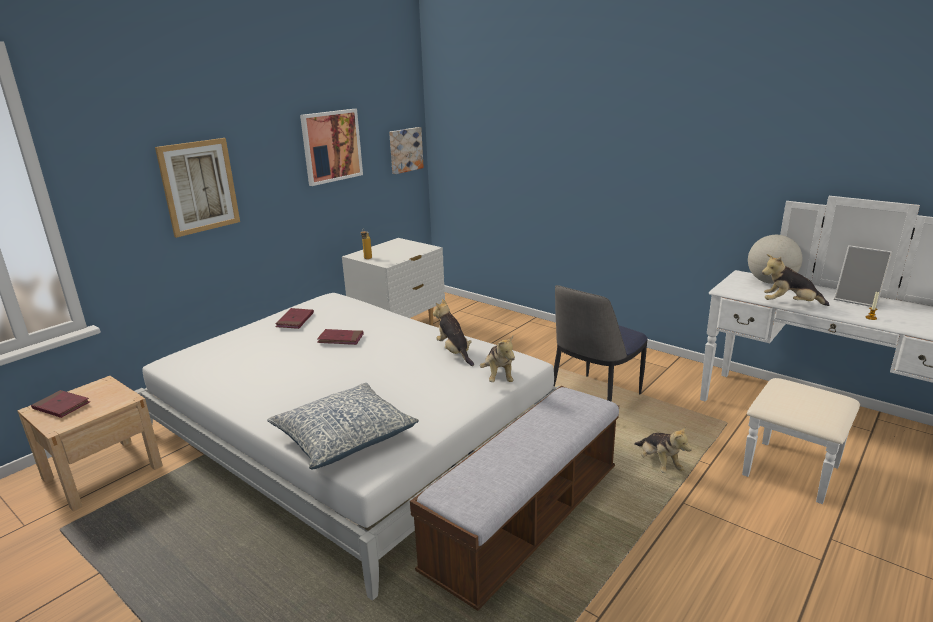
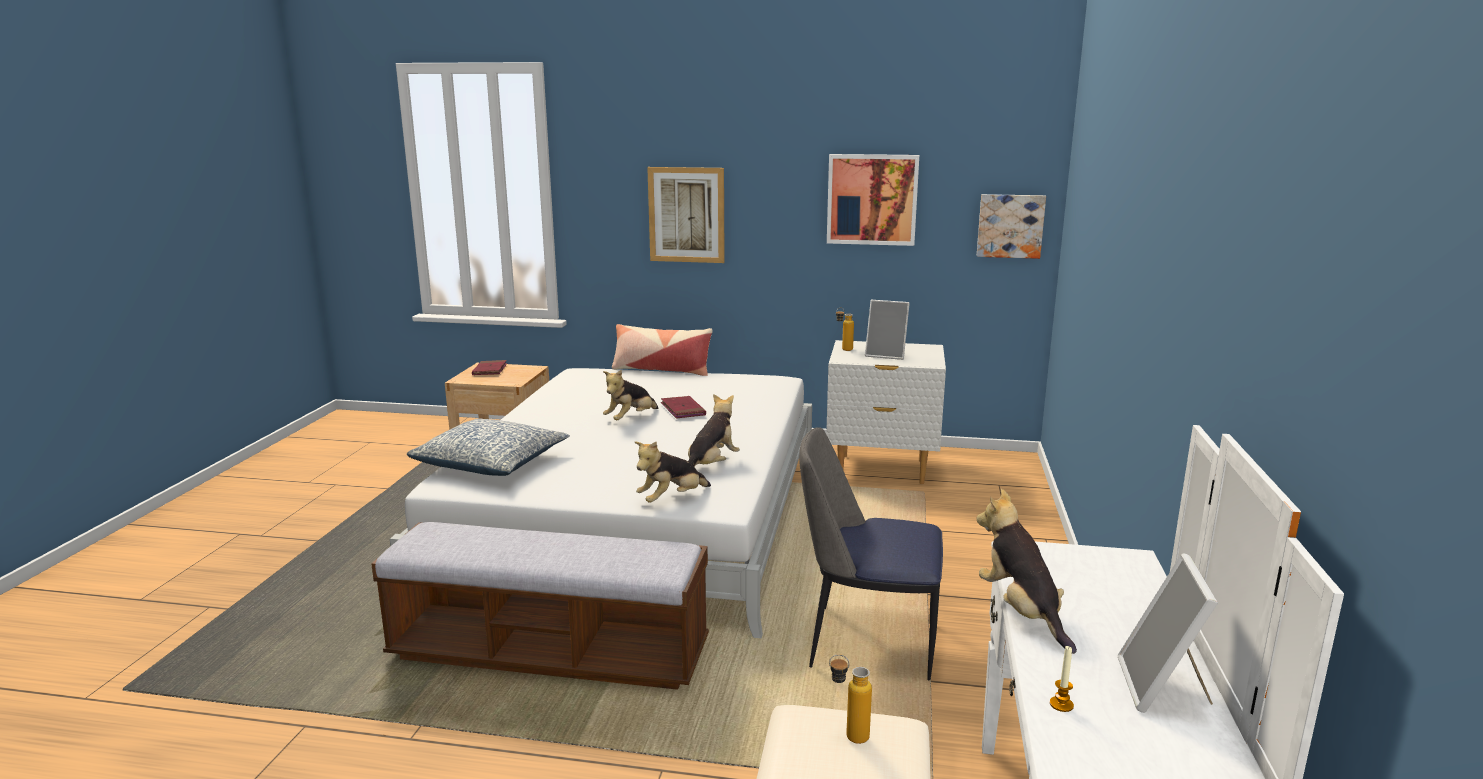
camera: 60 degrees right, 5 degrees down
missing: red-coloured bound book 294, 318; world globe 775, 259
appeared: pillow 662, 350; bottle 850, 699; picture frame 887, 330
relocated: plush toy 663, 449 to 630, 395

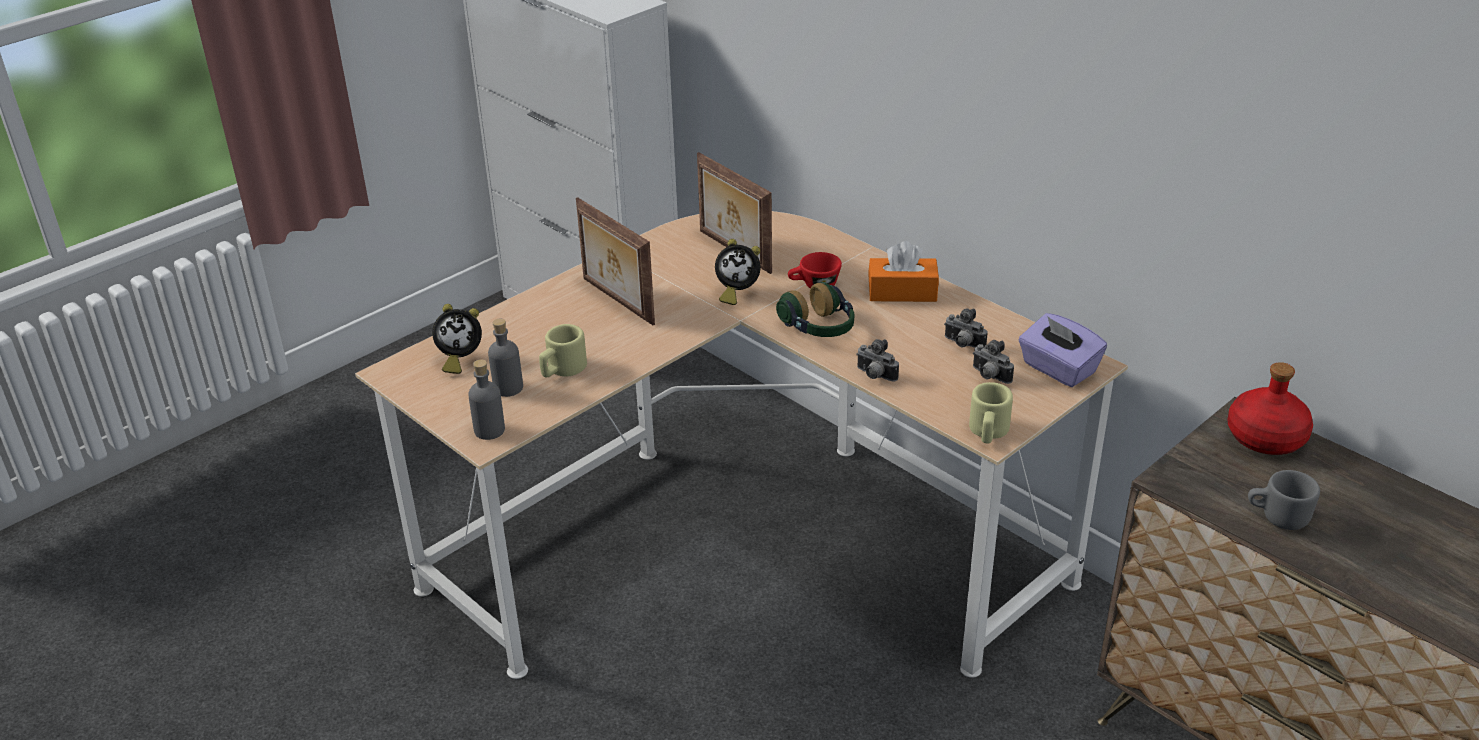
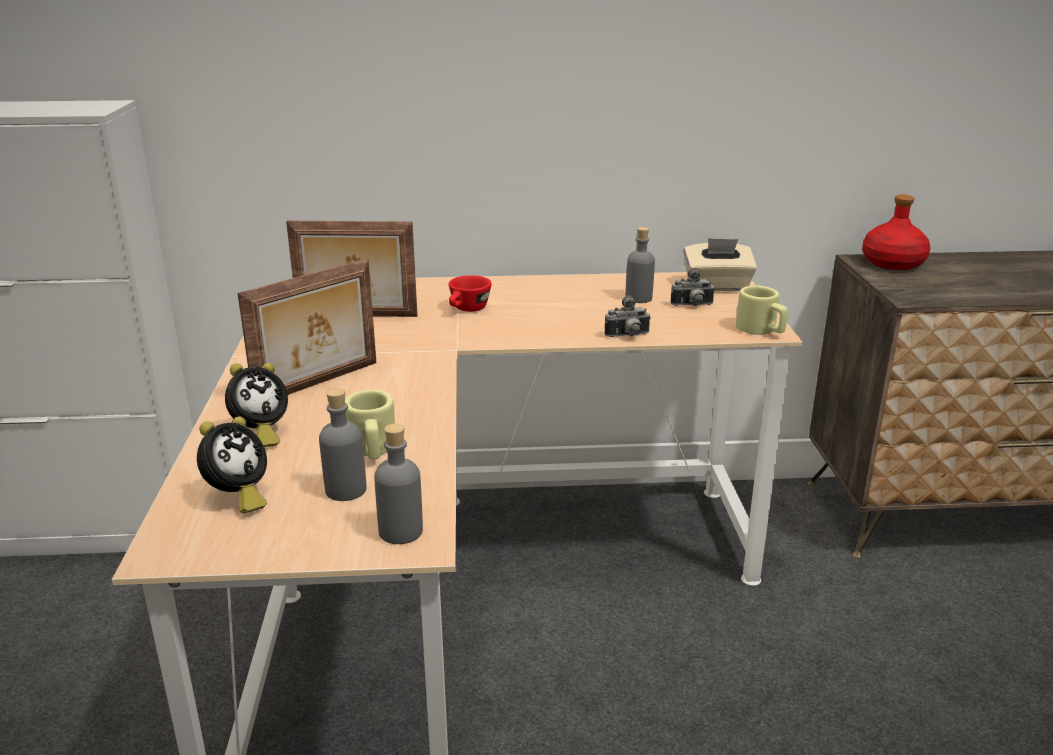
camera: 50 degrees left, 10 degrees down
missing: headset 815, 309; orange-coloured tissue box 903, 271; grey coffee mug 1284, 500
relocated: alarm clock 738, 272 to 256, 405
exchanged: photo camera 966, 328 to grey bottle 640, 265
colour: purple tissue box 1063, 350 to beige-coloured tissue box 720, 264
spun: picture frame 615, 261 = 307, 326 45 degrees counterclockwise

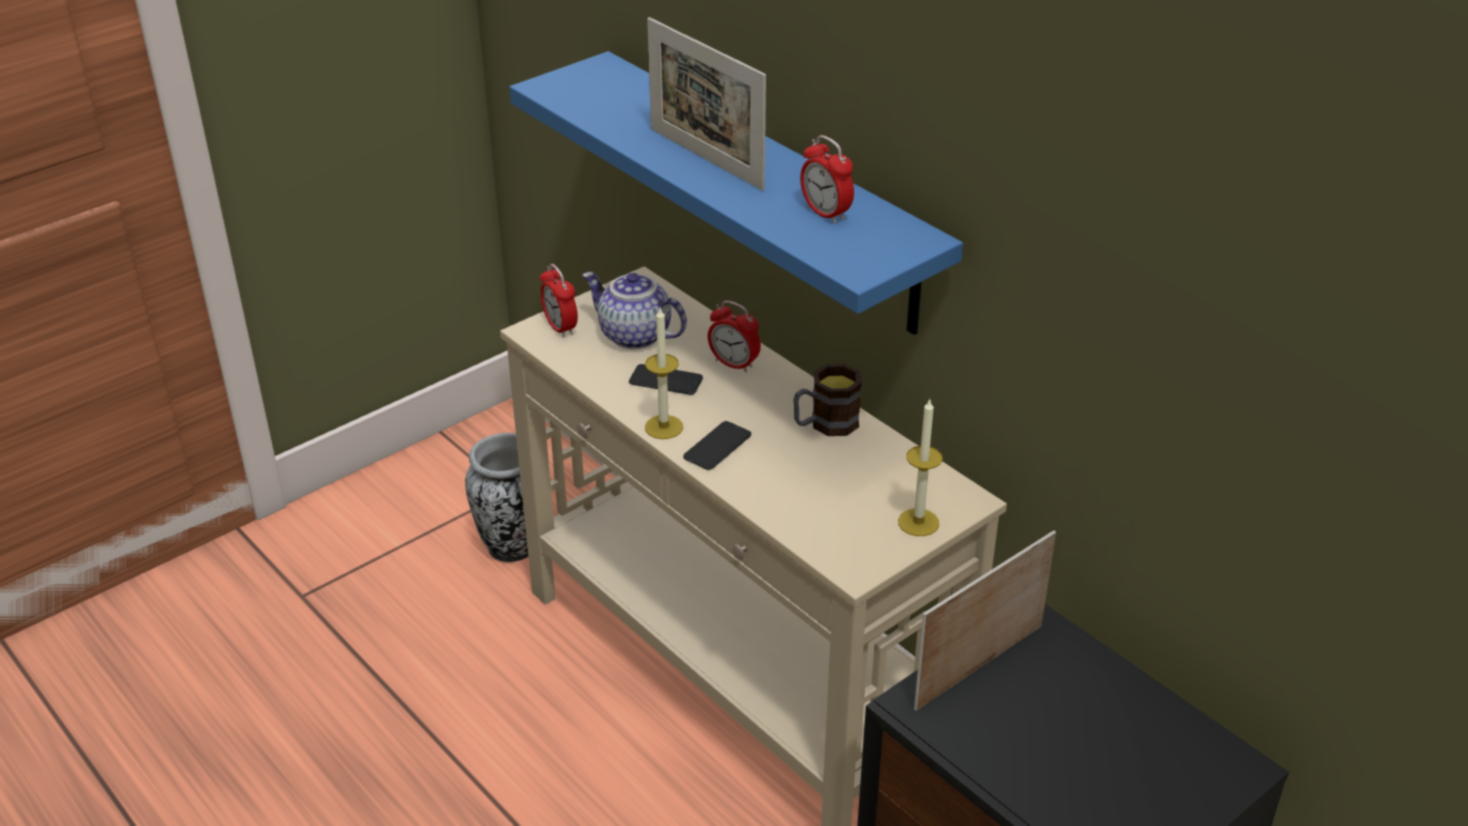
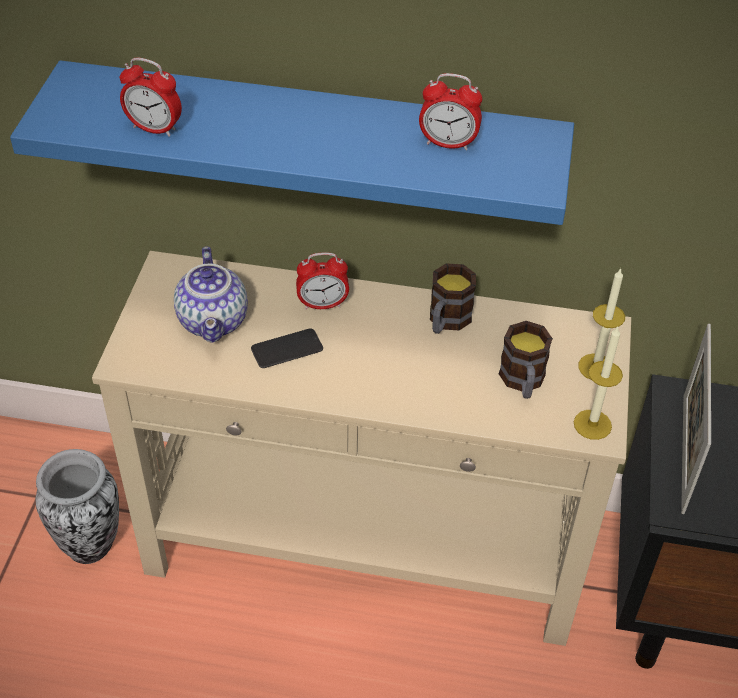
camera: 40 degrees left, 10 degrees up
missing: picture frame 706, 104; phone 717, 445
appeared: coffee mug 526, 360
relocated: alarm clock 559, 301 to 151, 97; wax candle 664, 373 to 598, 383
spun: teapot 634, 310 = 211, 295 90 degrees counterclockwise

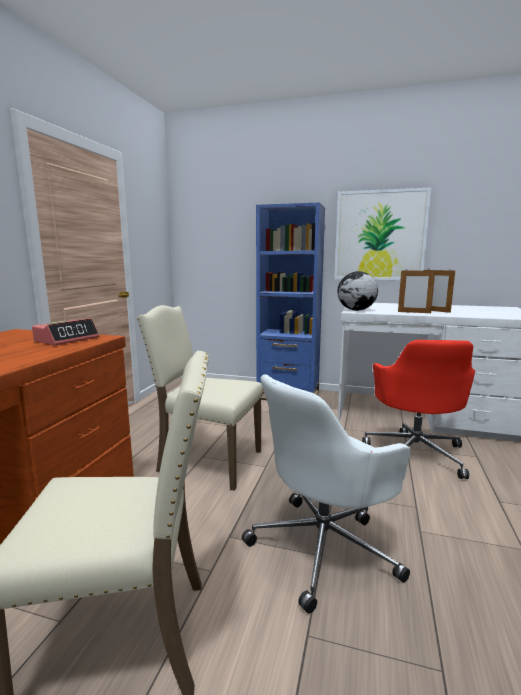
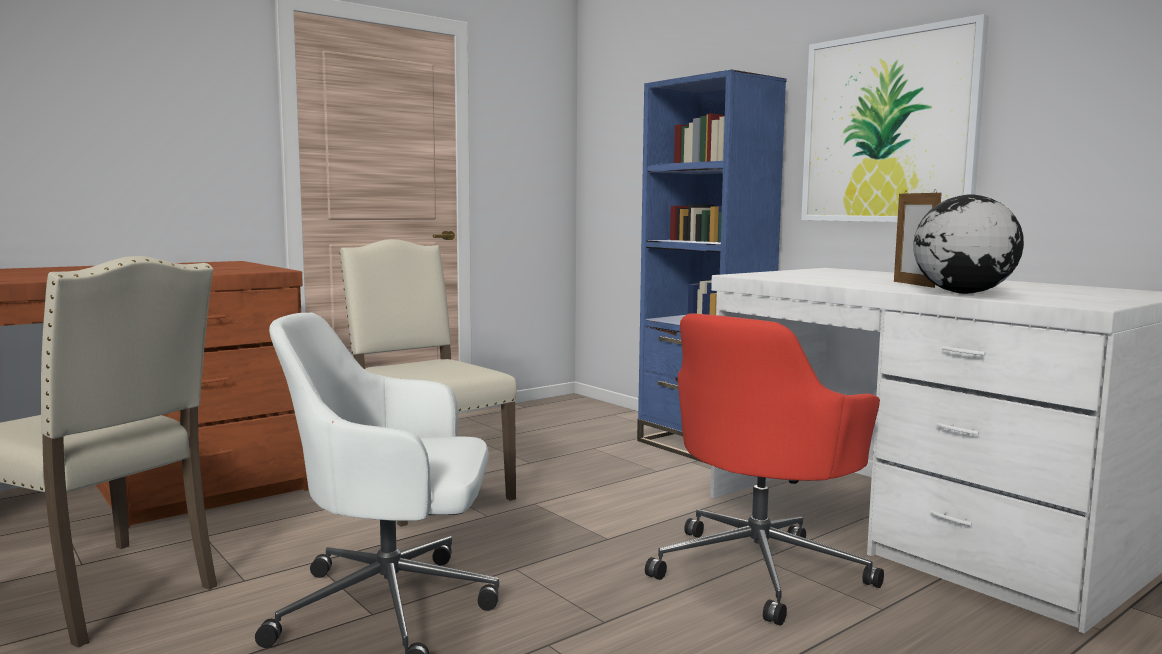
camera: 35 degrees right, 5 degrees down
missing: alarm clock 65, 332; picture frame 416, 291
relocated: world globe 357, 291 to 968, 244

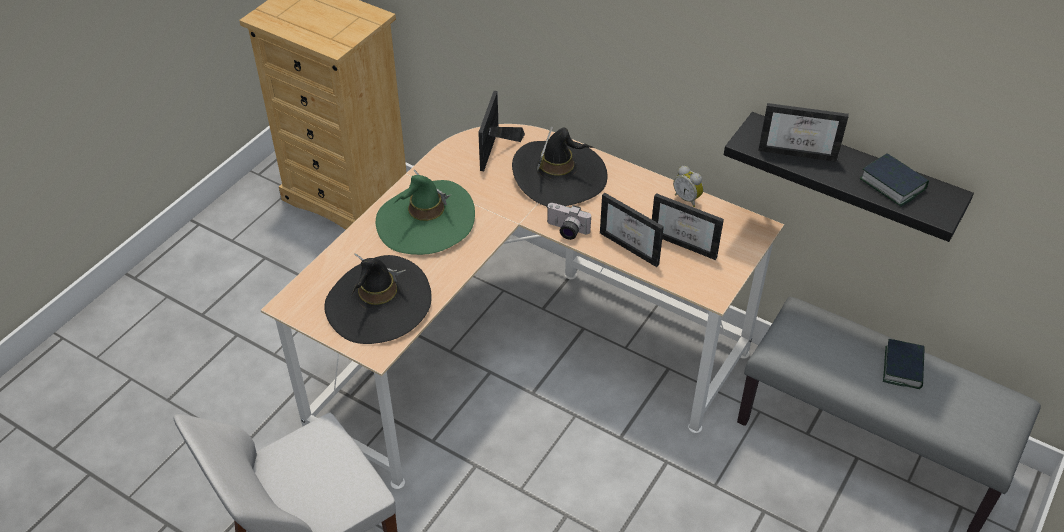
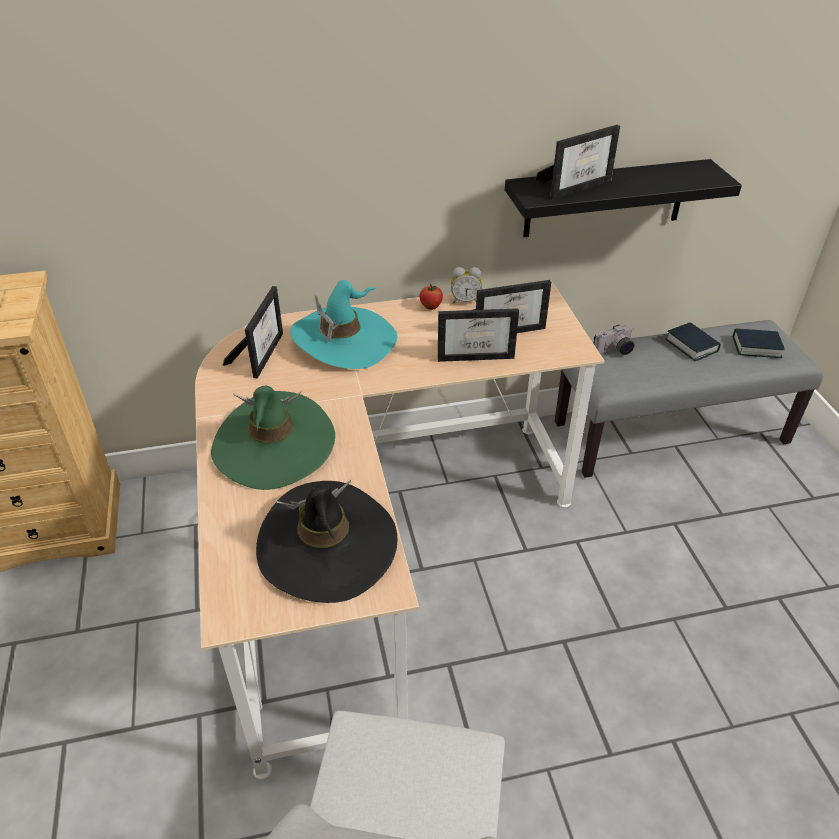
camera: 45 degrees left, 5 degrees down
appeared: whole apple 431, 297
relocated: photo camera 568, 221 to 613, 340; bound book 894, 180 to 759, 343
colour: black hat 559, 166 to turquoise hat 343, 324
spun: picture frame 501, 131 = 253, 332 135 degrees counterclockwise

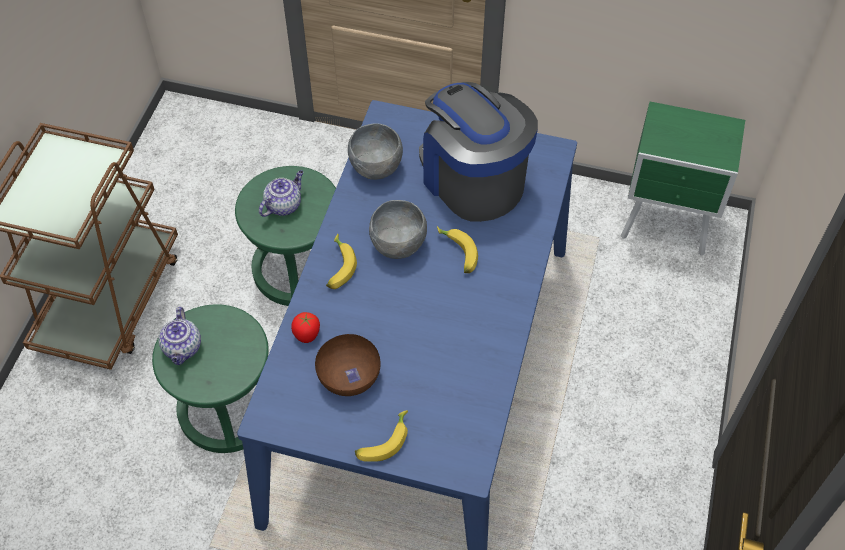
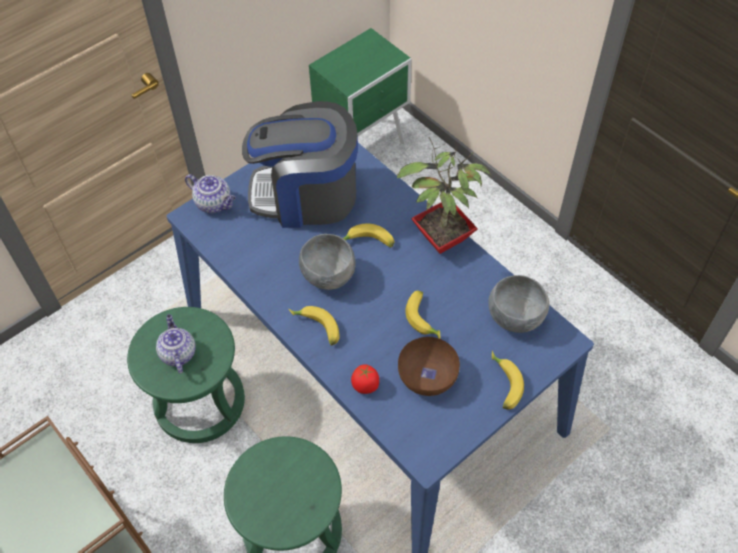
camera: 55 degrees left, 0 degrees up
appeared: potted plant 444, 195; banana 423, 315
relocated: teapot 179, 336 to 210, 193; grey bowl 375, 151 to 518, 304

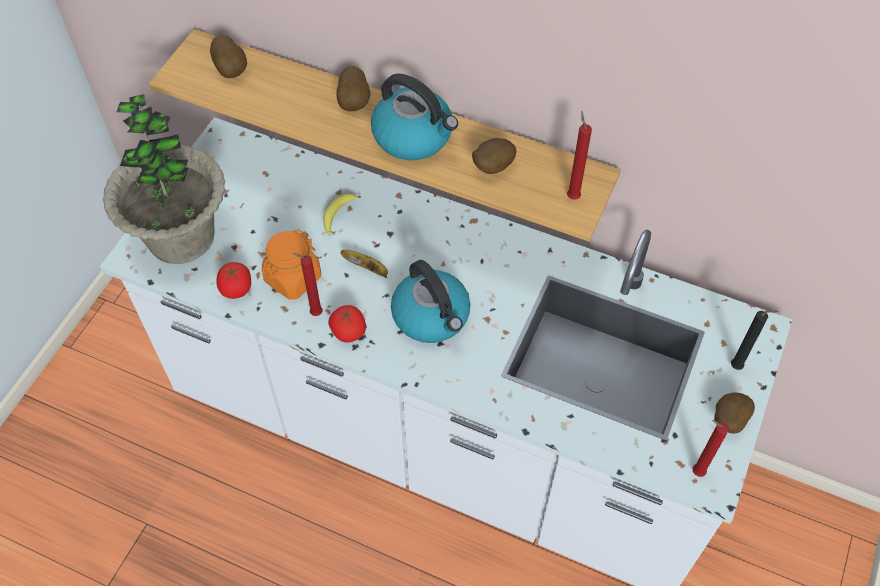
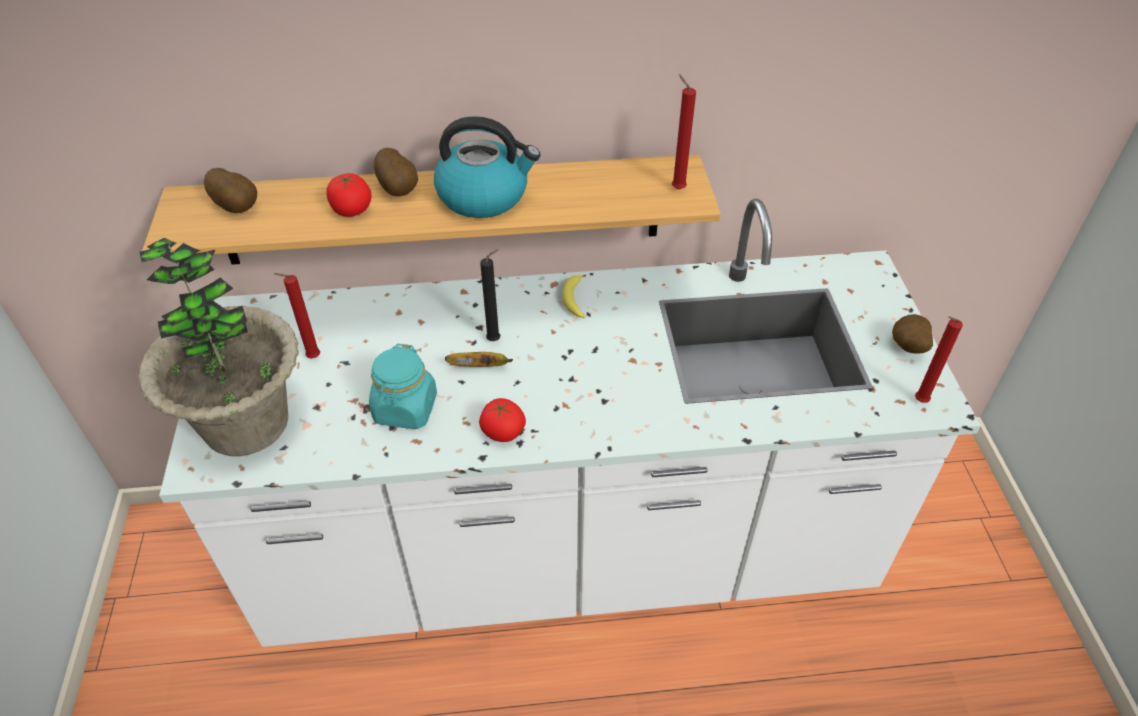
camera: 30 degrees left, 10 degrees down
missing: water kettle 431, 301; spud 494, 156
relocated: red-coloured wax candle 308, 284 to 297, 315; whole tomato 233, 280 to 349, 195; black wax candle 754, 340 to 490, 295; banana 342, 214 to 574, 296
colour: orange-coloured storage jar 291, 264 to turquoise storage jar 403, 386

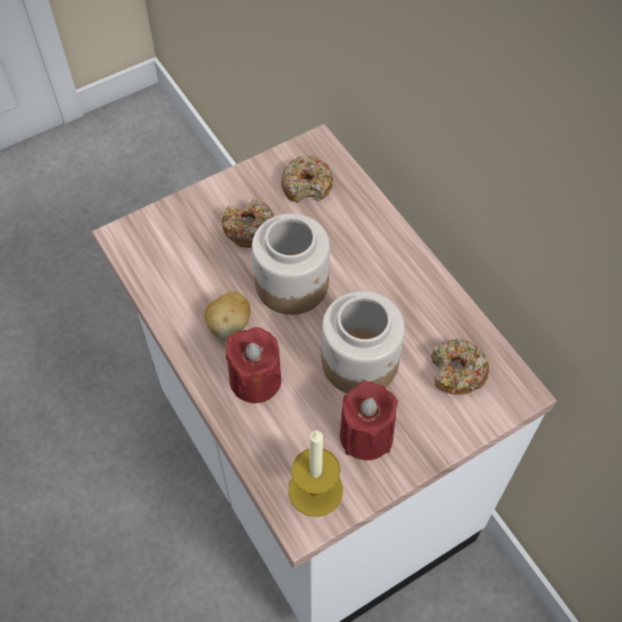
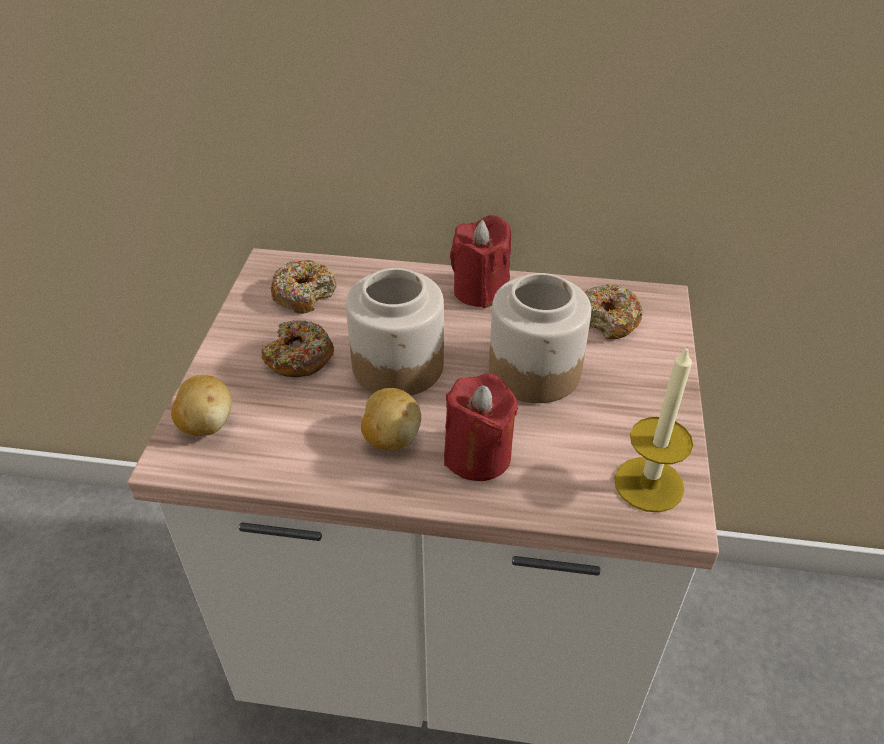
camera: 50 degrees left, 15 degrees down
appeared: spud 201, 405
relocated: red-coloured wax candle 369, 420 to 480, 261

